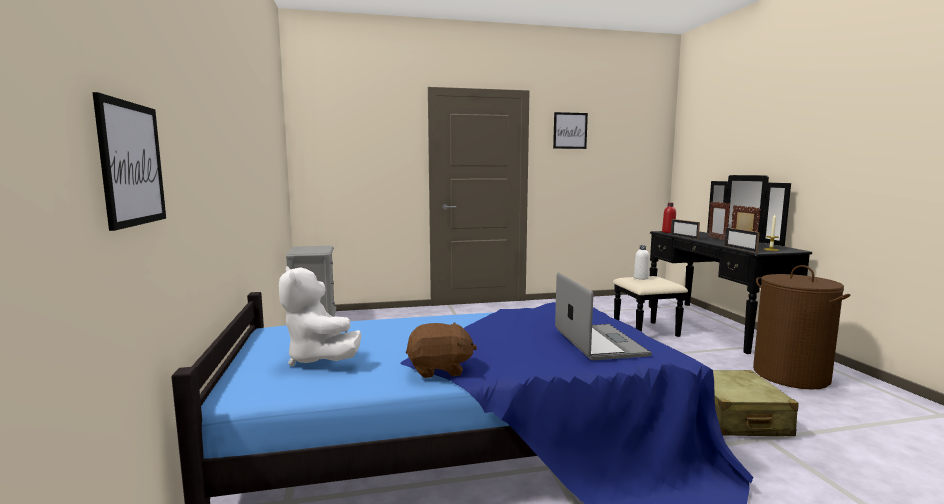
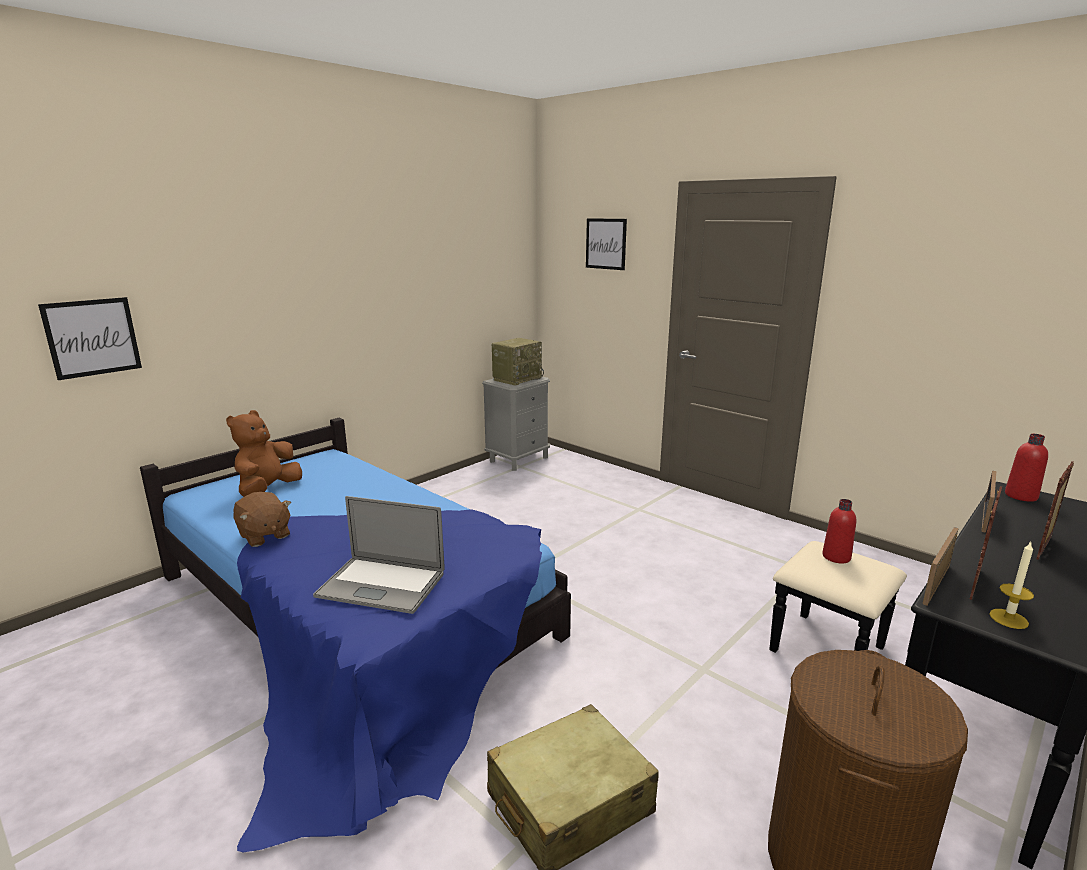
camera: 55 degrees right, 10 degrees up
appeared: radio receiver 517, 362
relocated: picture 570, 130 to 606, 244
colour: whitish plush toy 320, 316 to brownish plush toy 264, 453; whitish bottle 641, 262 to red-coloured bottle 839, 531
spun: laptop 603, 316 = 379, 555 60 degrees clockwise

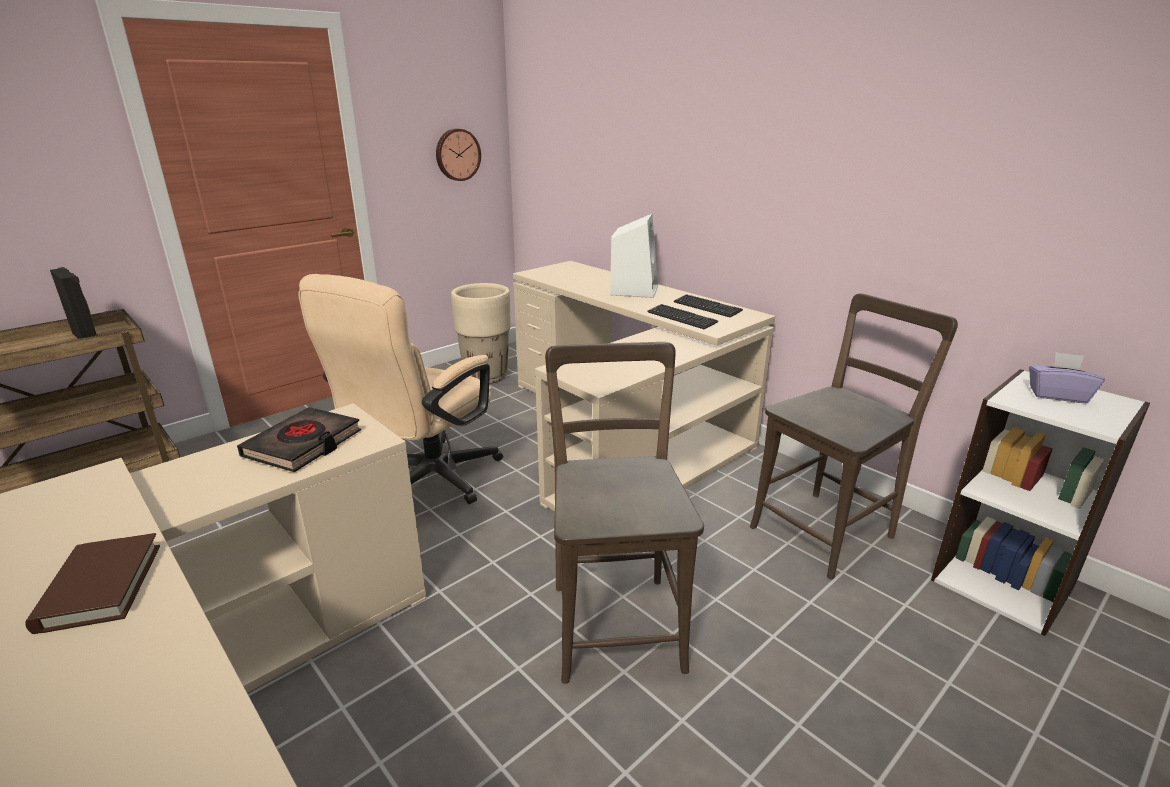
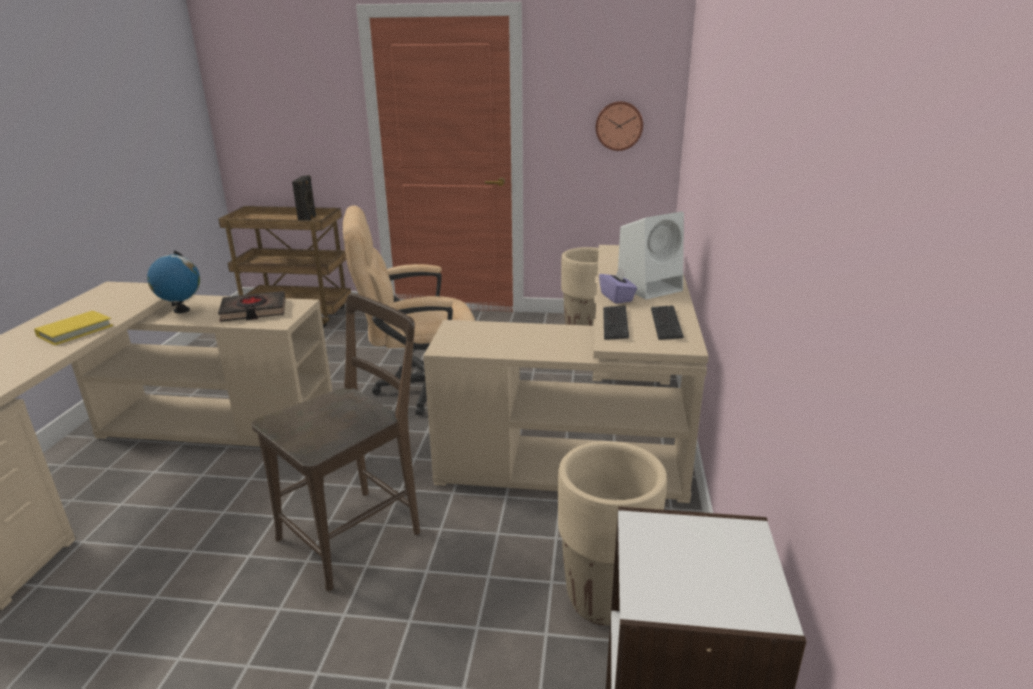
camera: 50 degrees right, 0 degrees up
appeared: world globe 173, 281
relocated: purple tissue box 1067, 377 to 618, 285
exchanged: brownish upright chair 854, 436 to beige-coloured plant pot 612, 533
colour: brownish bound book 92, 583 to yellow bound book 73, 328

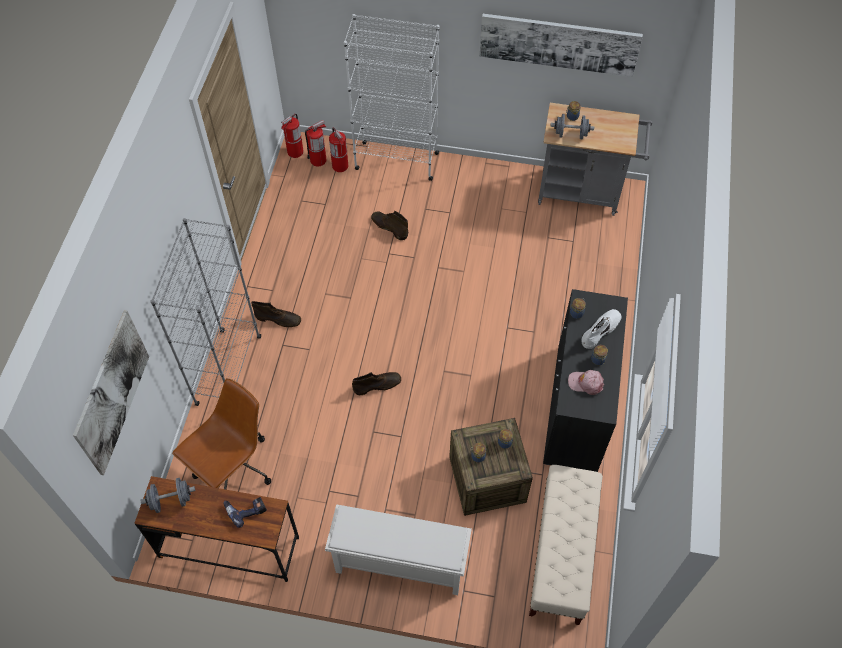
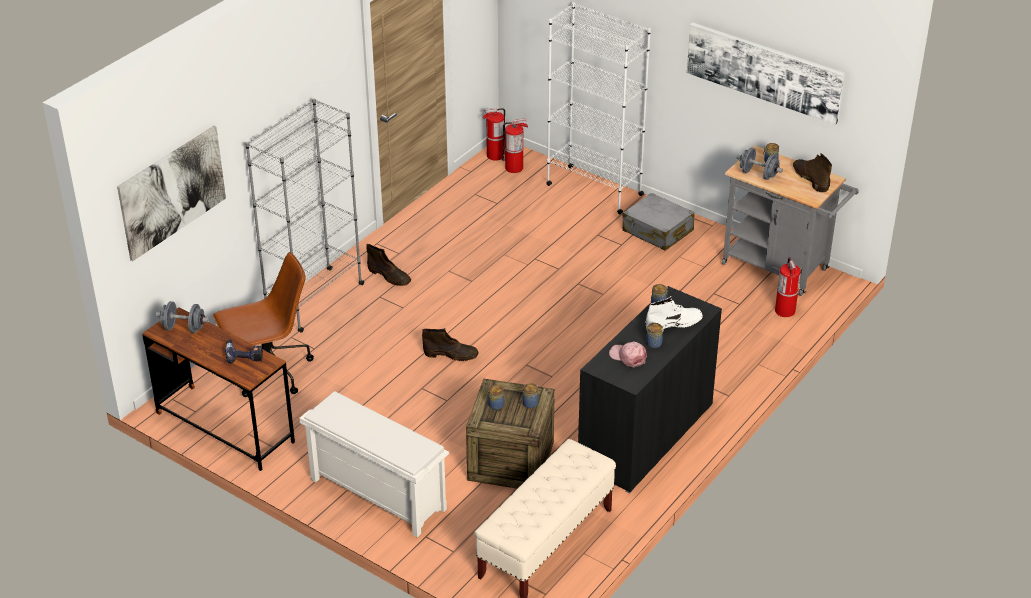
camera: 25 degrees right, 20 degrees down
appeared: grey travel case 659, 222
relocated: fire-fighting cylinder 338, 149 to 788, 287; brownish boot 389, 225 to 812, 173

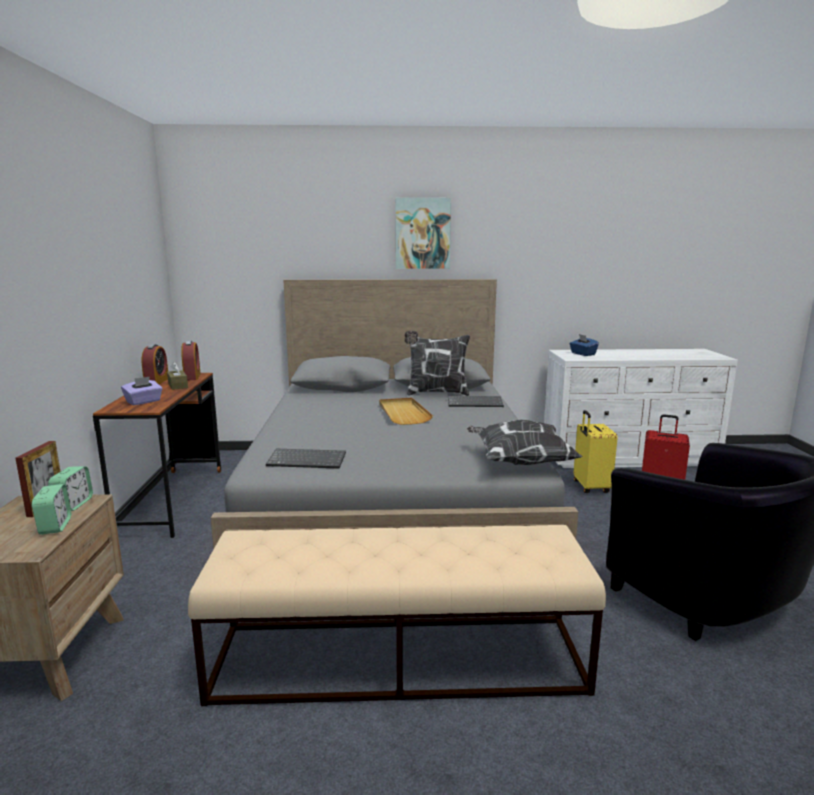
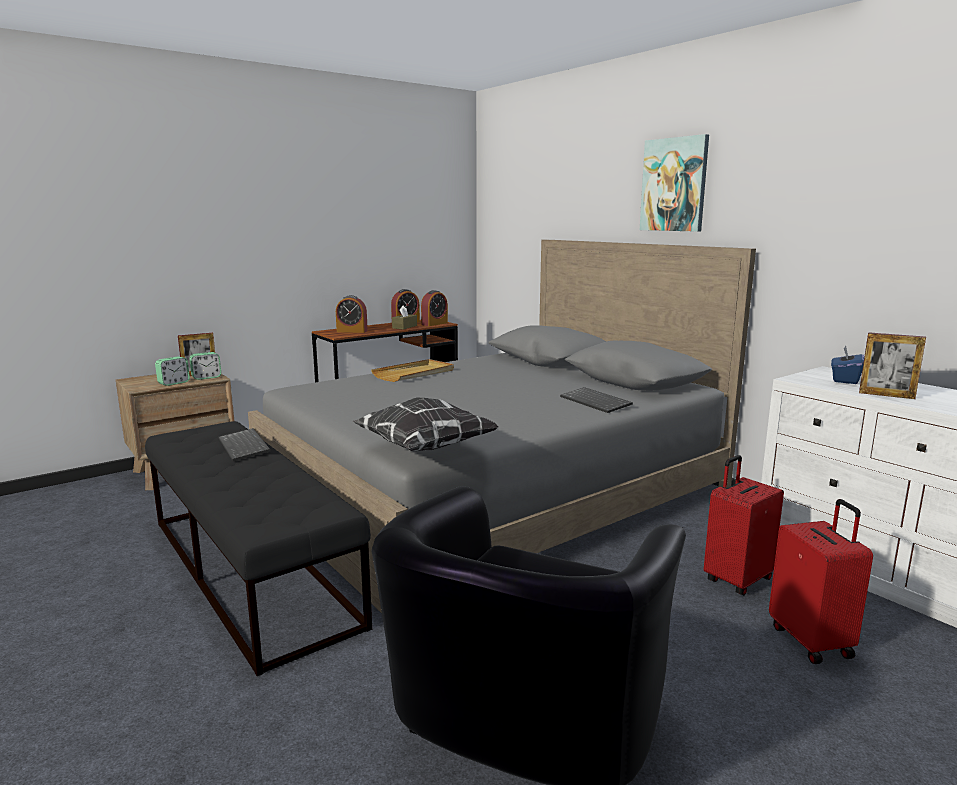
camera: 55 degrees right, 0 degrees up
missing: pillow 437, 363
appeared: picture frame 892, 365
relocated: PC keyboard 306, 459 to 244, 444; beige-coloured carrying tray 406, 411 to 412, 370
exchanged: purple tissue box 142, 390 to alarm clock 352, 314
colour: beige-coloured long seat 397, 615 to black long seat 258, 548; yellow travel case 596, 451 to red-coloured travel case 744, 525

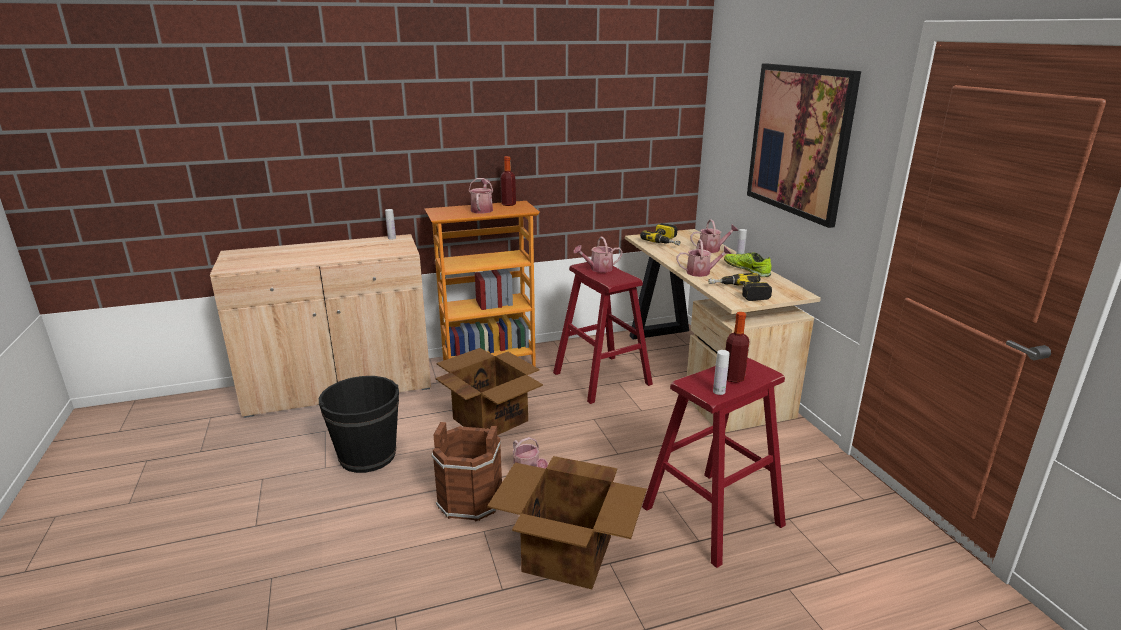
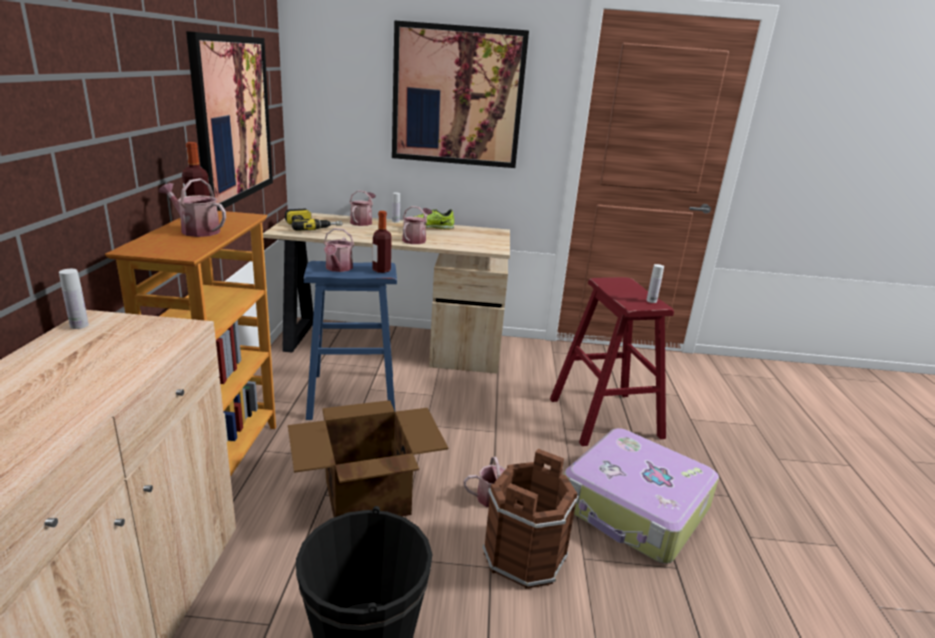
camera: 70 degrees left, 0 degrees up
missing: drill 740, 287
appeared: picture 229, 121
relocated: bottle 737, 347 to 382, 242
exchanged: cardboard box 567, 522 to travel case 641, 496
colour: red-coloured sitting stool 603, 333 to bluish sitting stool 350, 340

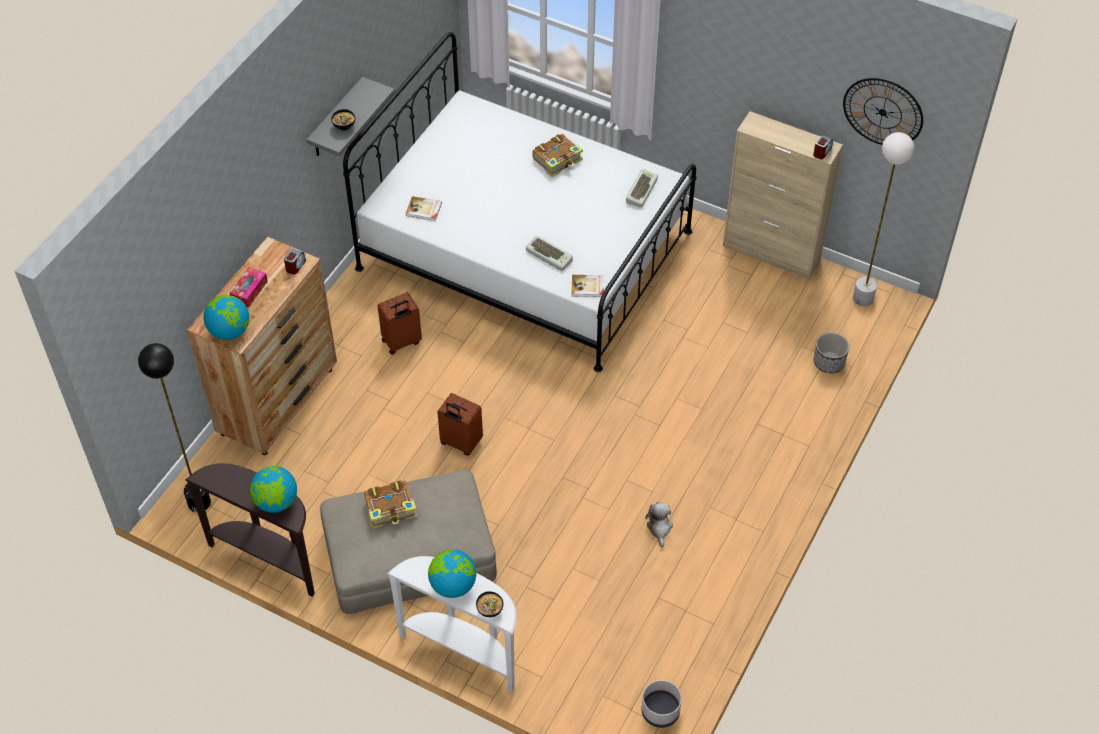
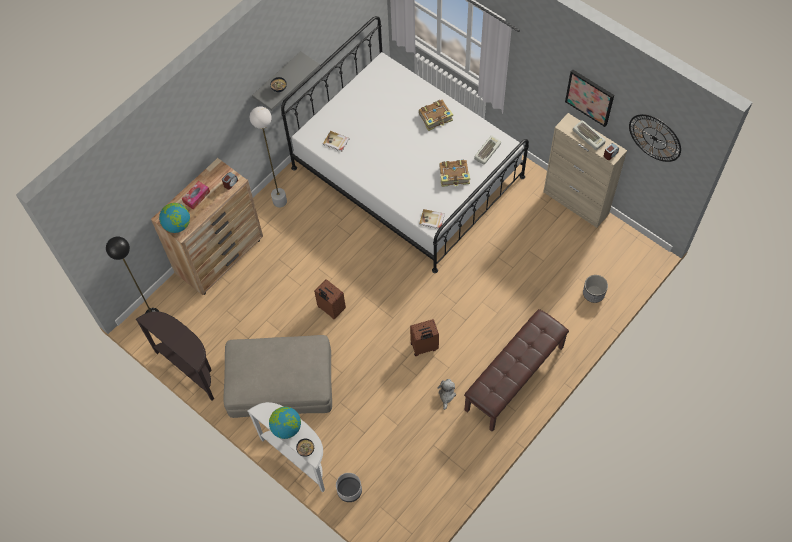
camera: 15 degrees right, 10 degrees up
missing: world globe 273, 489
appeared: brownish long seat 516, 370; picture 589, 98
relocated: whitish standing lamp 883, 219 to 268, 157; grey plant pot 662, 704 to 349, 487; brownish travel case 400, 323 to 424, 337; bound book 390, 504 to 455, 173; PC keyboard 549, 253 to 589, 135

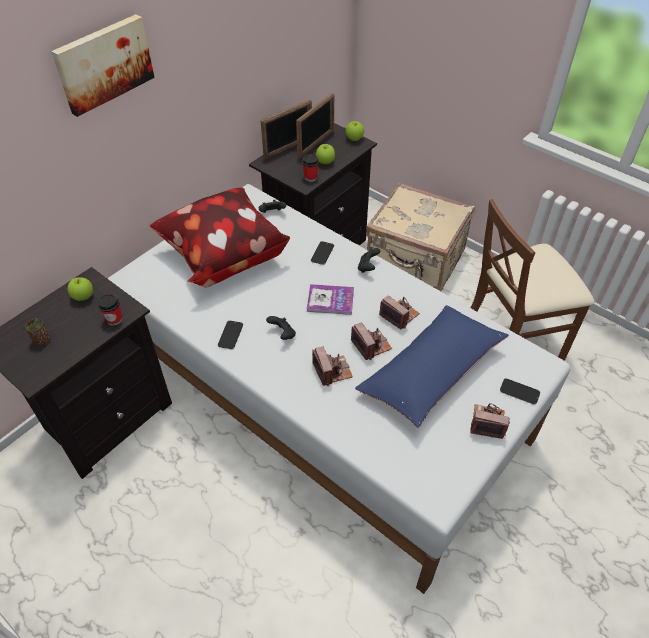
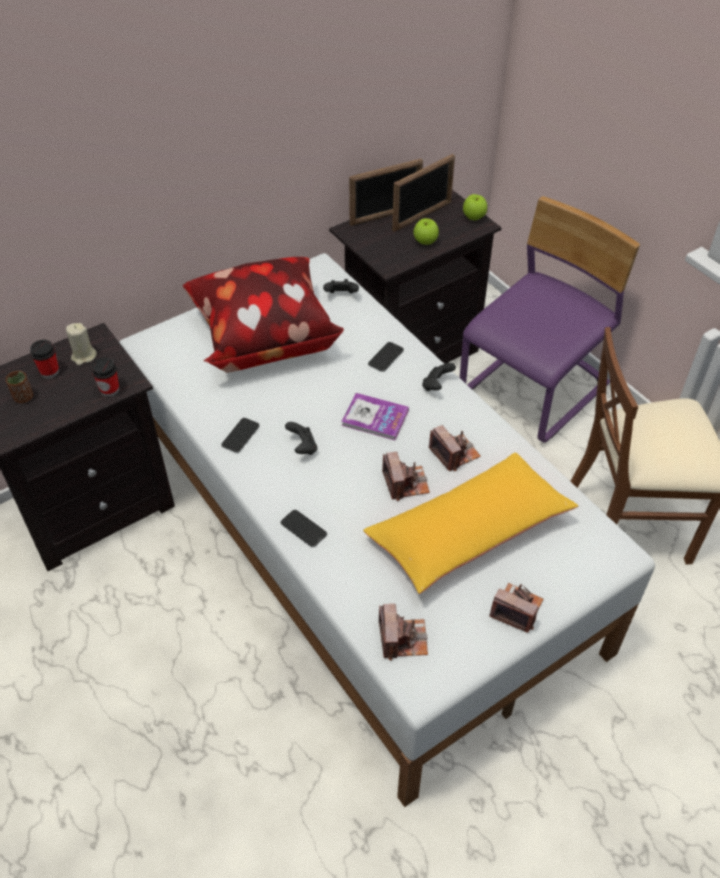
camera: 15 degrees right, 0 degrees up
missing: picture 103, 65
relocated: cup 310, 168 to 44, 359; phone 520, 392 to 304, 528; photo camera 332, 366 to 403, 632
exchanged: whole apple 80, 289 to beige-coloured wax candle 81, 344; beige-coloured travel case 420, 237 to purple upright chair 550, 319
colour: bluish pillow 432, 366 to yellow pillow 470, 523

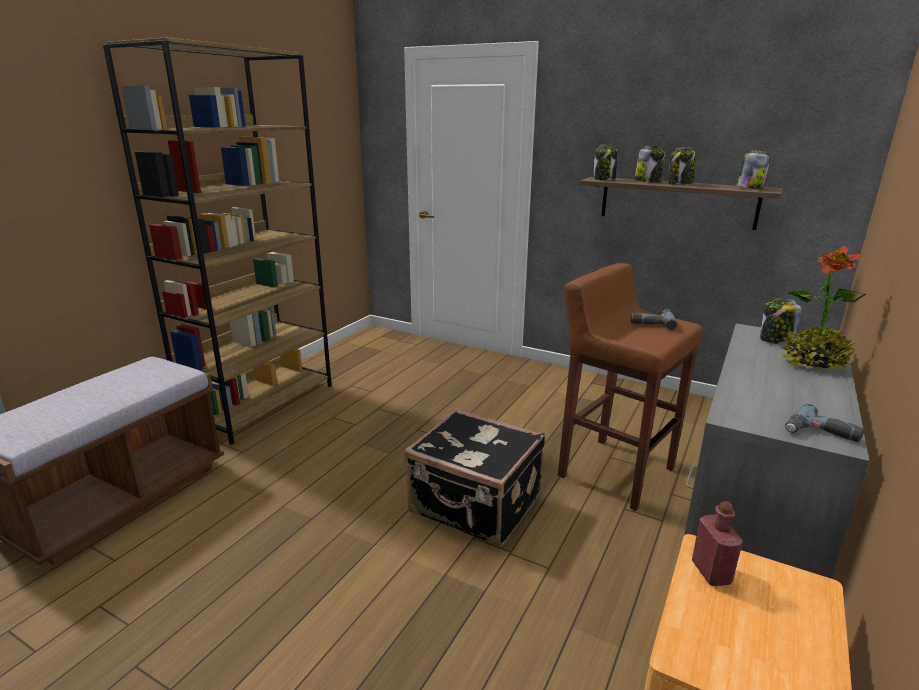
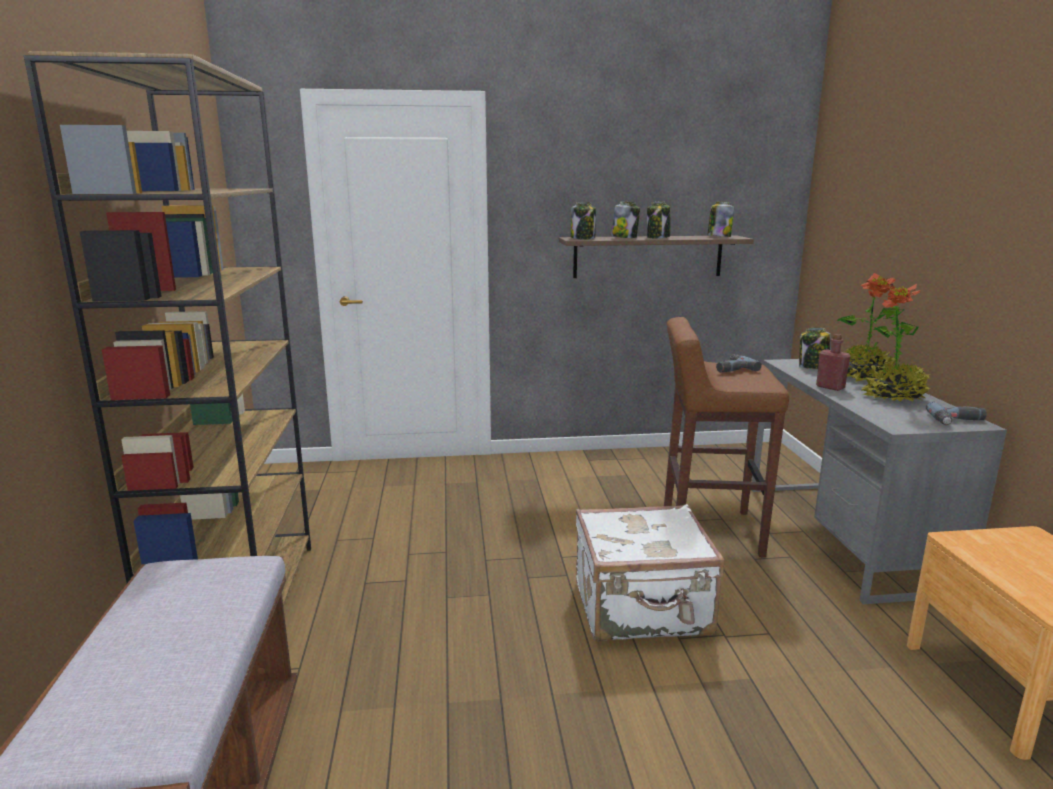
camera: 35 degrees left, 5 degrees down
appeared: potted plant 895, 343
relocated: red-coloured bottle 717, 543 to 833, 362
colour: black travel case 474, 478 to whitish travel case 650, 573

